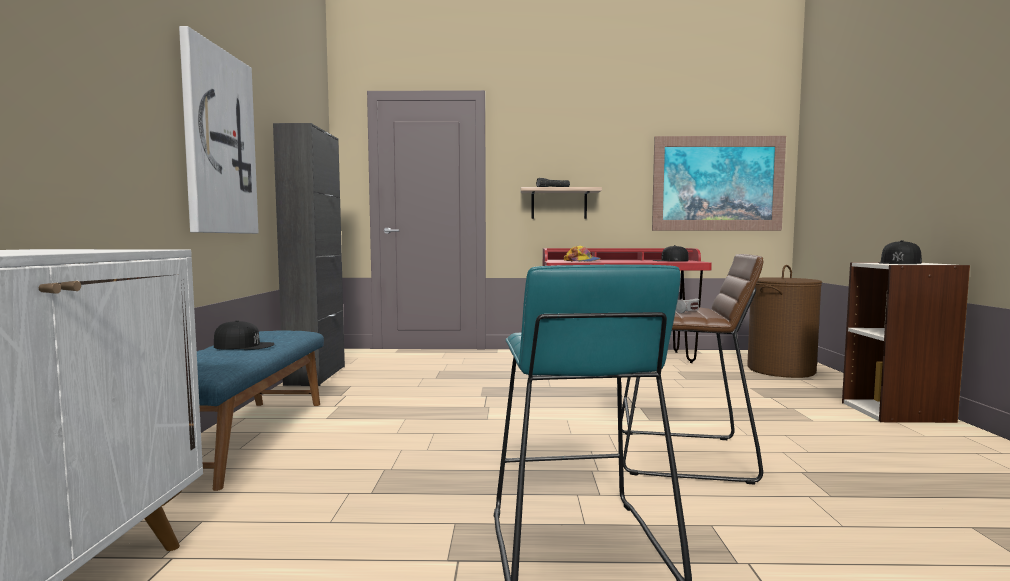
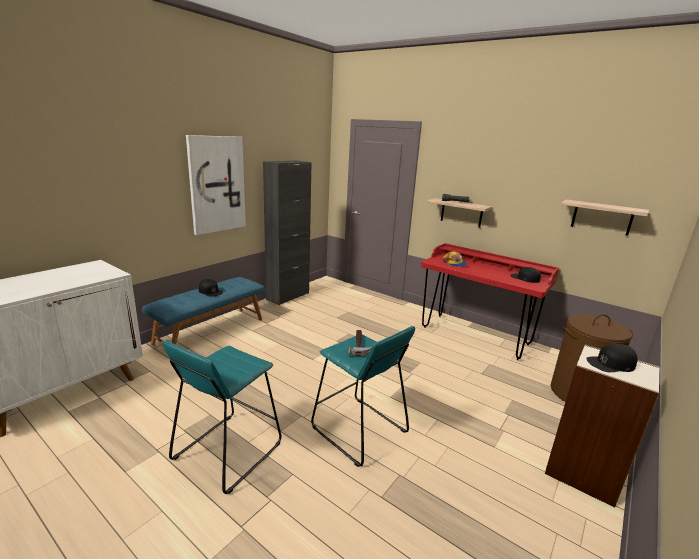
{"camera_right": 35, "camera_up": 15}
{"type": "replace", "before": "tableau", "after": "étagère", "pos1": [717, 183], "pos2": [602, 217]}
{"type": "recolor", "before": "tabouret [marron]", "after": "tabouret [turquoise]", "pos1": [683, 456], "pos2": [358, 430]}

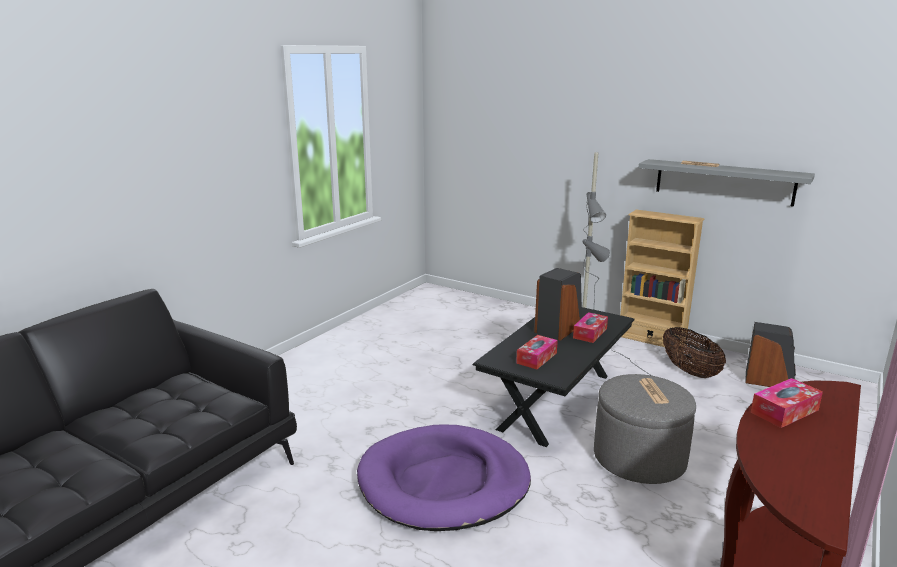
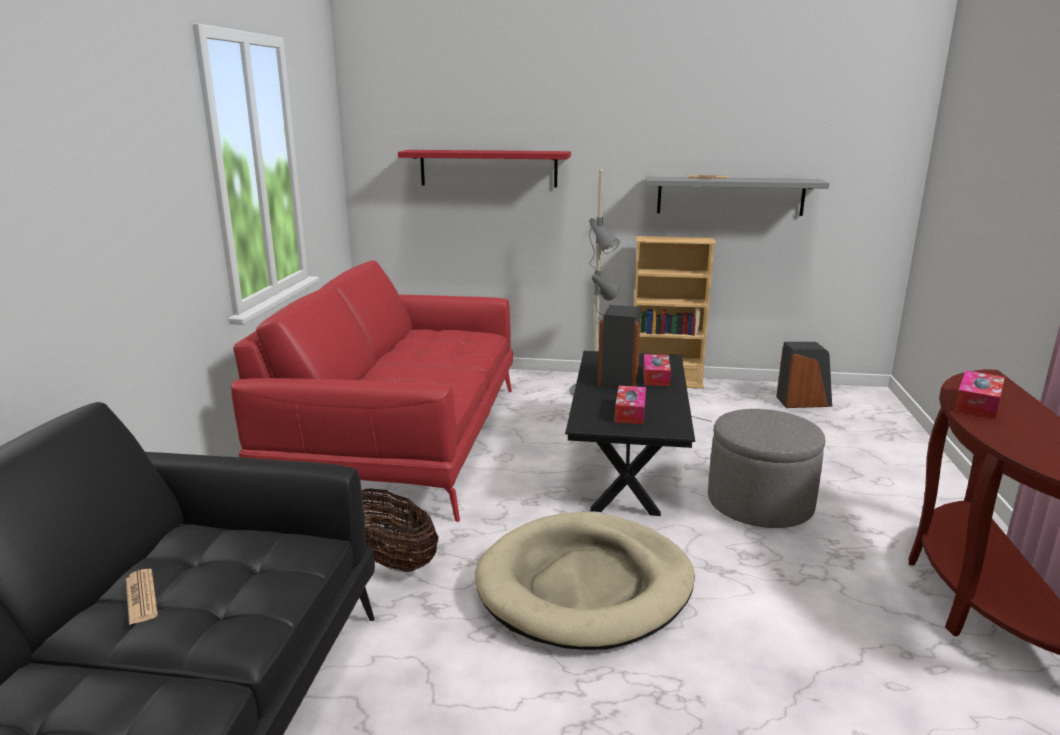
{"camera_right": -25, "camera_up": 0}
{"type": "move", "before": "panier", "pos1": [689, 371], "pos2": [392, 560]}
{"type": "move", "before": "journal", "pos1": [653, 391], "pos2": [141, 597]}
{"type": "recolor", "before": "panier pour chien [violet]", "after": "panier pour chien [beige]", "pos1": [444, 482], "pos2": [585, 585]}
{"type": "insert", "after": "étagère [rouge]", "pos2": [488, 168]}
{"type": "insert", "after": "canapé [rouge]", "pos2": [401, 438]}

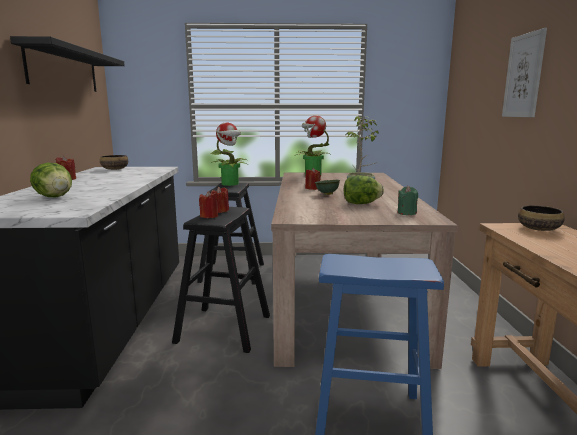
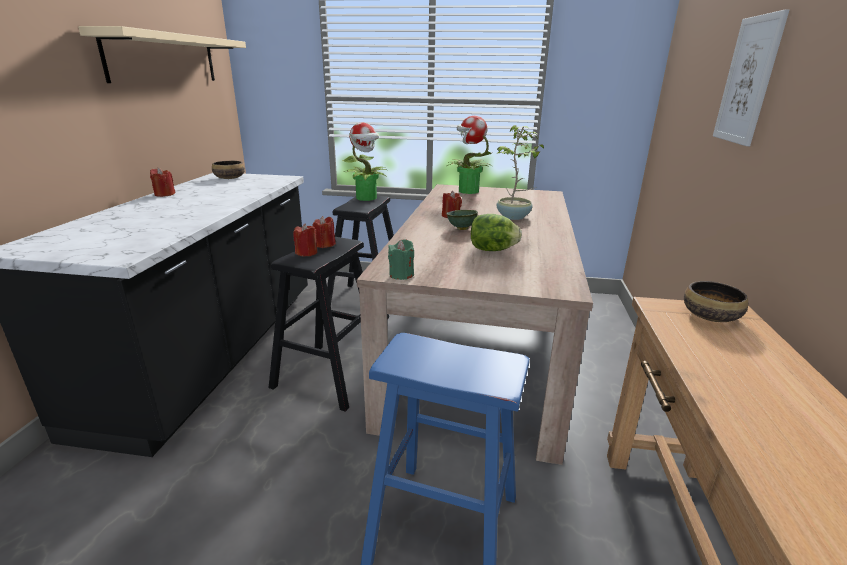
{"camera_right": 10, "camera_up": 10}
{"type": "recolor", "before": "étagère [noir]", "after": "étagère [beige]", "pos1": [64, 69], "pos2": [164, 58]}
{"type": "delete", "before": "laitue", "pos1": [55, 197]}
{"type": "move", "before": "bougie [vert]", "pos1": [406, 213], "pos2": [401, 275]}

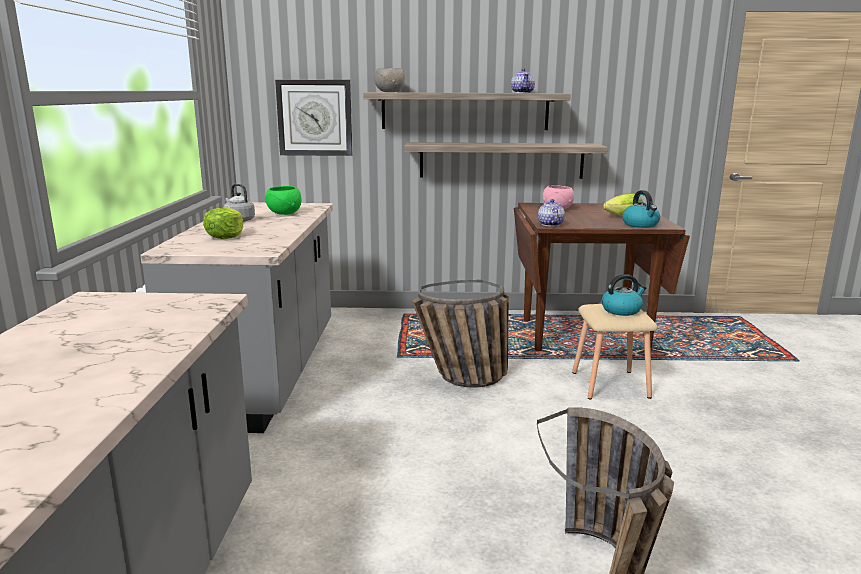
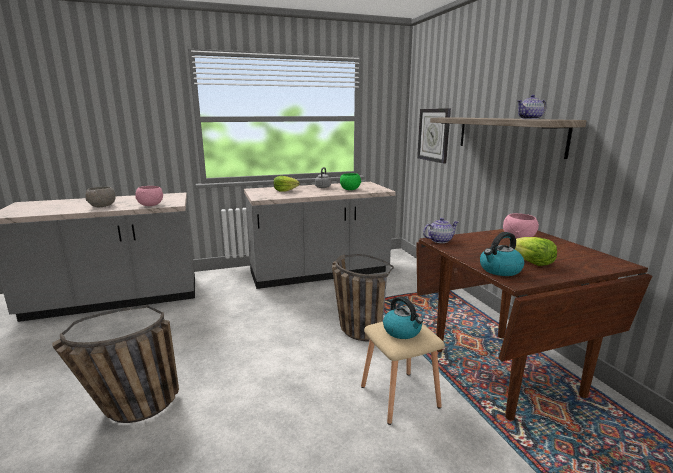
{"camera_right": 70, "camera_up": 0}
{"type": "move", "before": "bol [gris]", "pos1": [389, 92], "pos2": [103, 206]}
{"type": "delete", "before": "étagère", "pos1": [501, 160]}
{"type": "insert", "after": "bol [rose]", "pos2": [150, 205]}

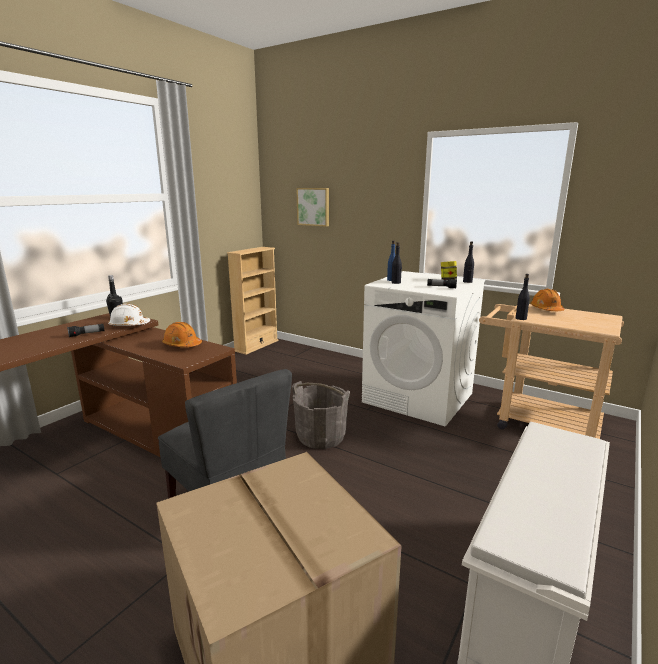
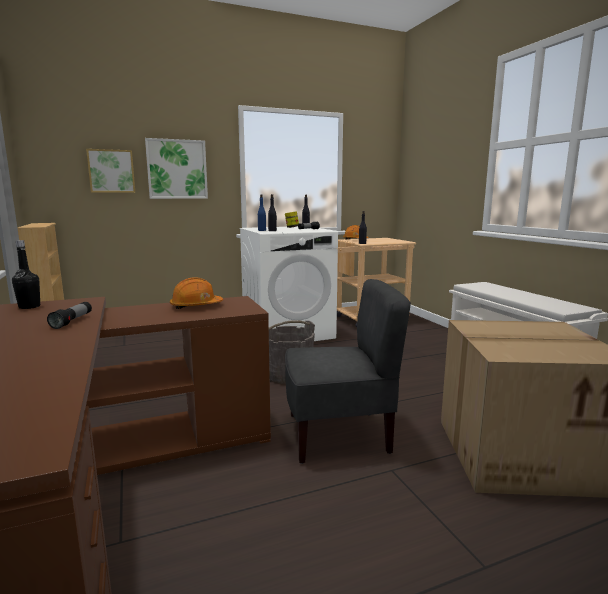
{"camera_right": -55, "camera_up": -5}
{"type": "delete", "before": "casque de chantier [blanc]", "pos1": [129, 325]}
{"type": "insert", "after": "tableau", "pos2": [177, 169]}

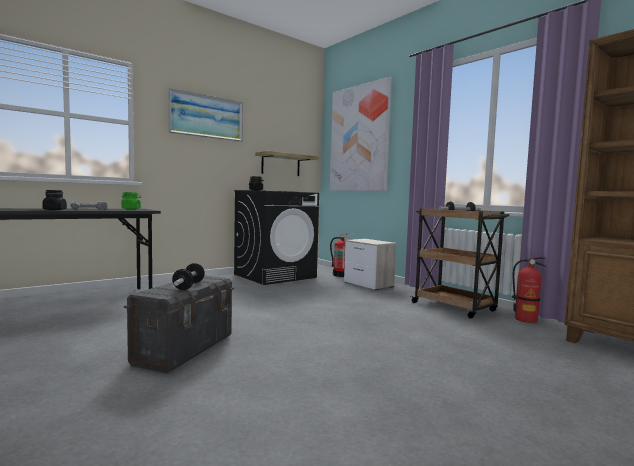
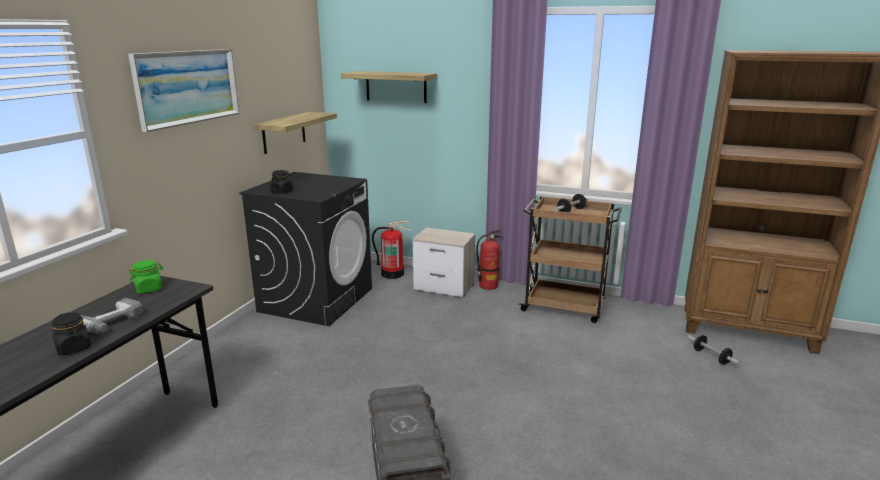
{"camera_right": -30, "camera_up": 15}
{"type": "replace", "before": "tableau", "after": "étagère", "pos1": [359, 138], "pos2": [396, 87]}
{"type": "move", "before": "extincteur", "pos1": [526, 319], "pos2": [488, 286]}
{"type": "move", "before": "haltère", "pos1": [189, 286], "pos2": [711, 357]}

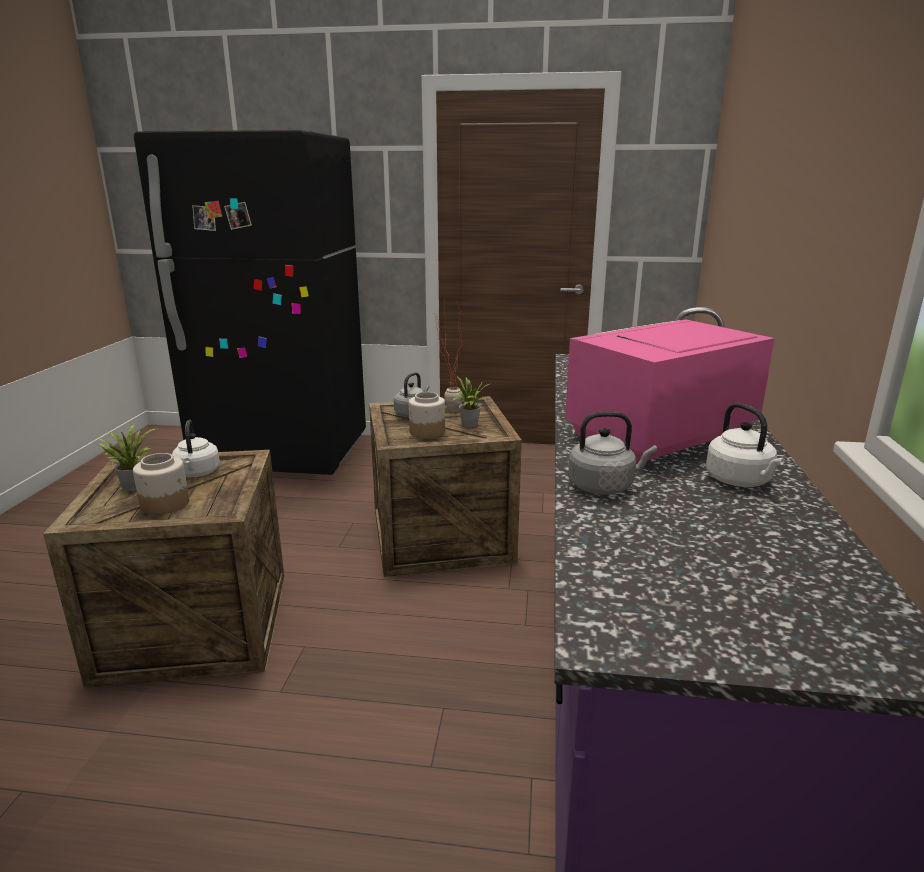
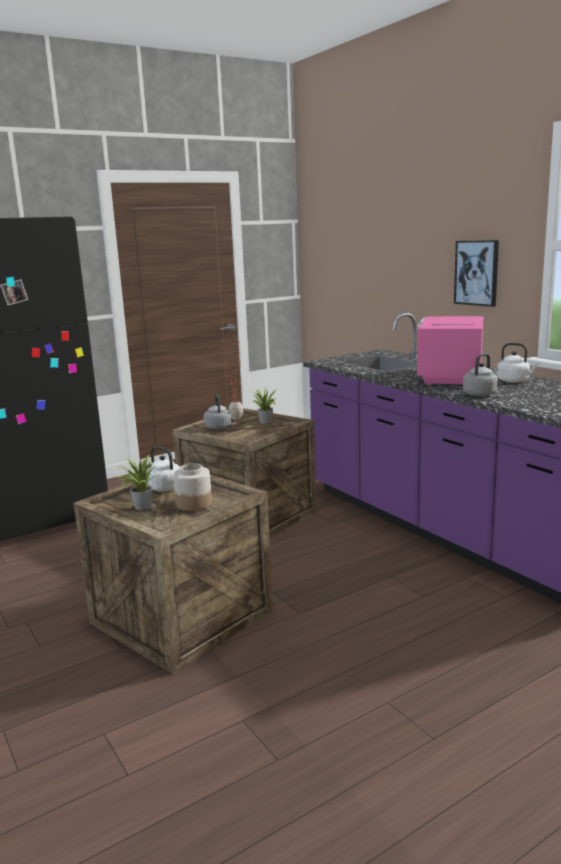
{"camera_right": -40, "camera_up": -5}
{"type": "delete", "before": "bocal", "pos1": [427, 432]}
{"type": "insert", "after": "tableau", "pos2": [477, 272]}

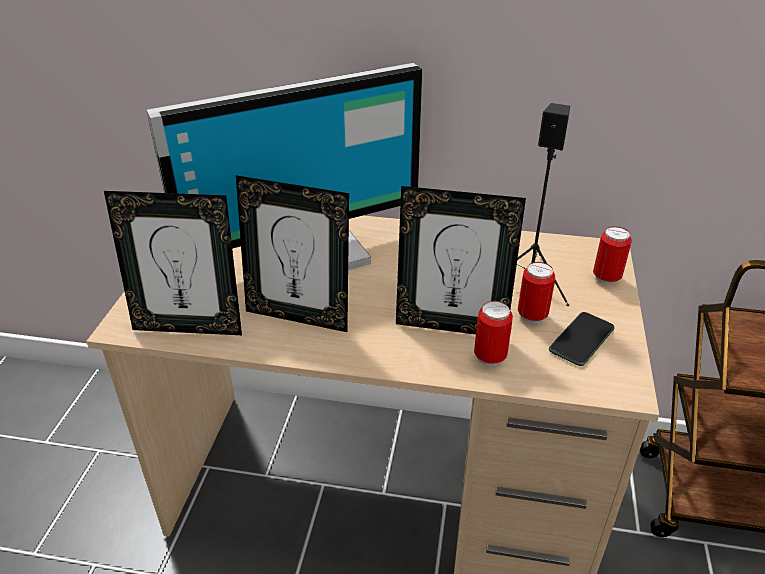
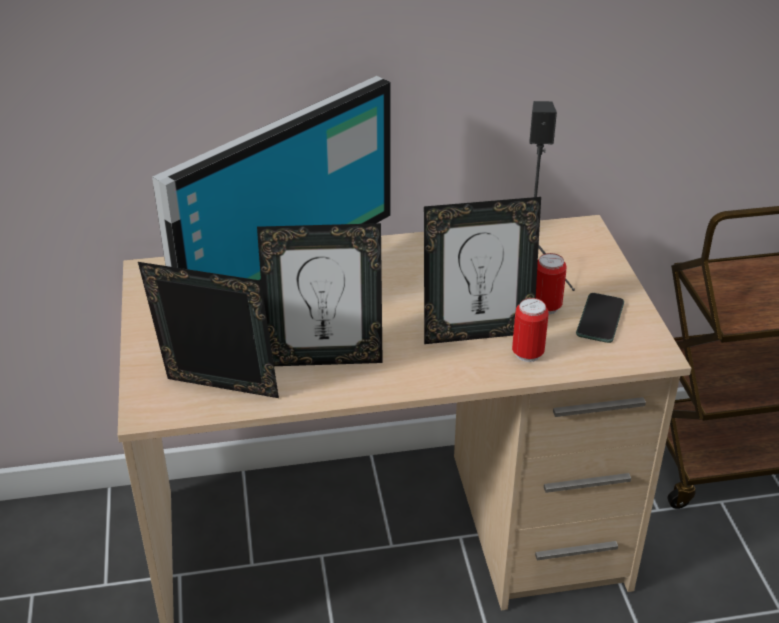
{"camera_right": -20, "camera_up": 0}
{"type": "rotate", "before": "cadre photo", "pos1": [189, 326], "pos2": [219, 394], "turn": -150}
{"type": "delete", "before": "boîte métallique", "pos1": [606, 278]}

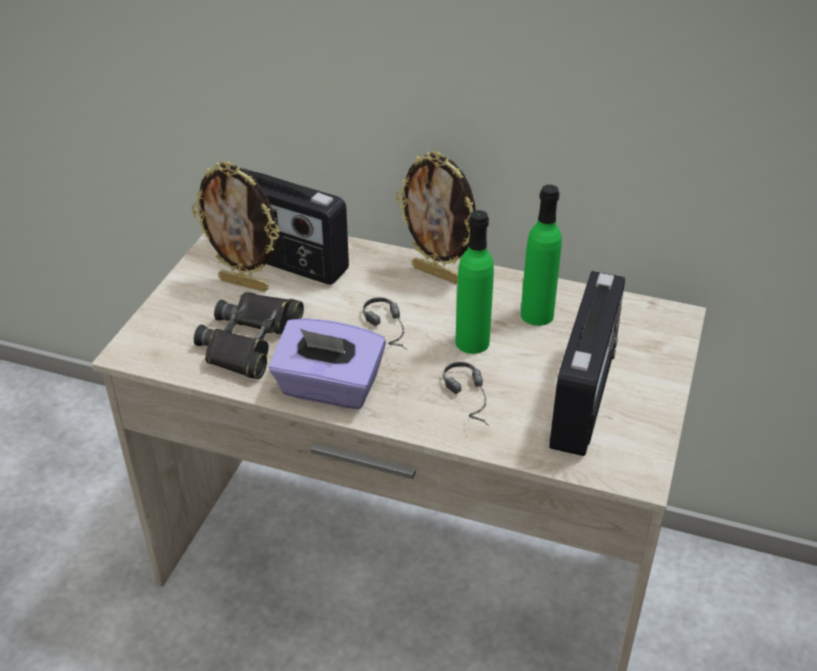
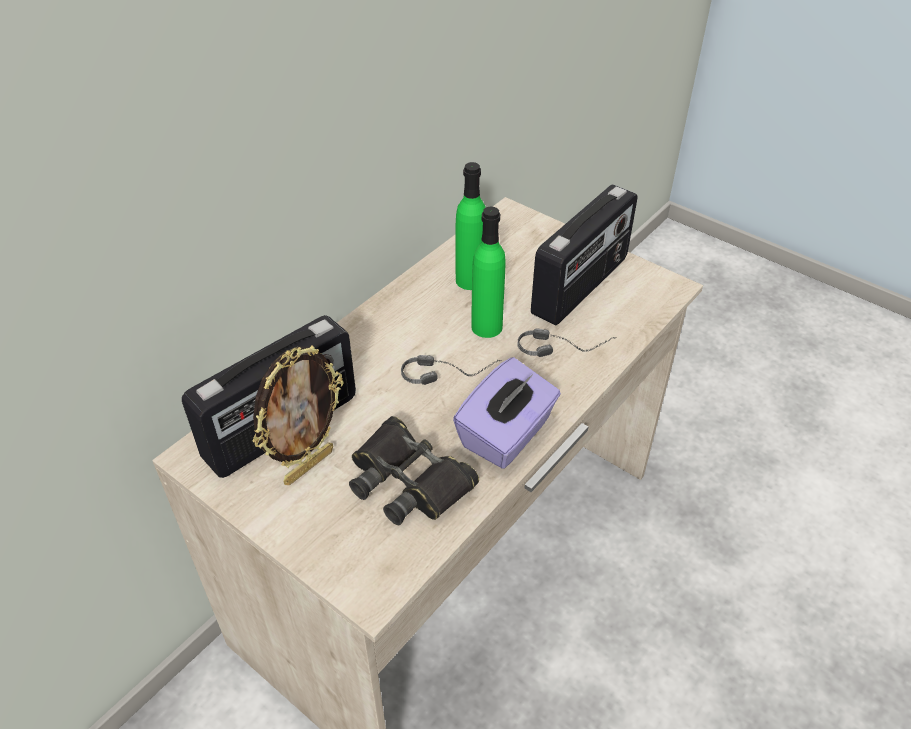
{"camera_right": -70, "camera_up": 5}
{"type": "delete", "before": "cadre photo", "pos1": [437, 273]}
{"type": "rotate", "before": "radio", "pos1": [584, 398], "pos2": [581, 286], "turn": 90}

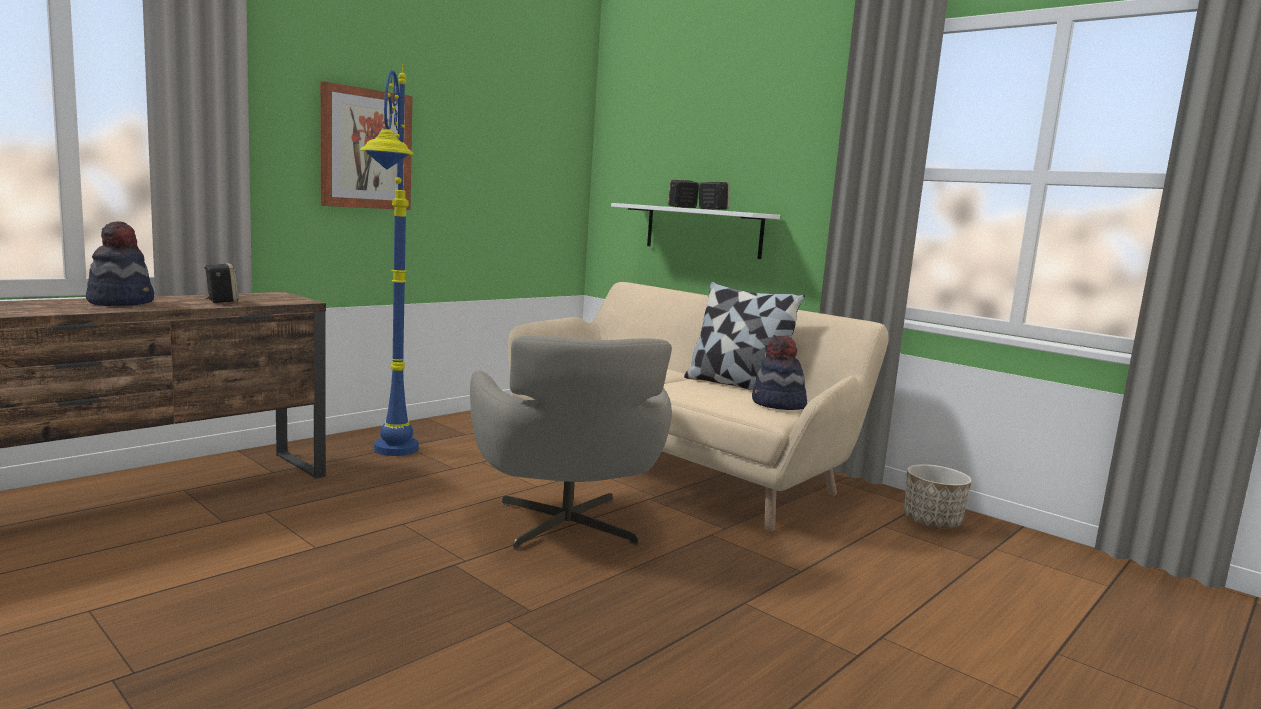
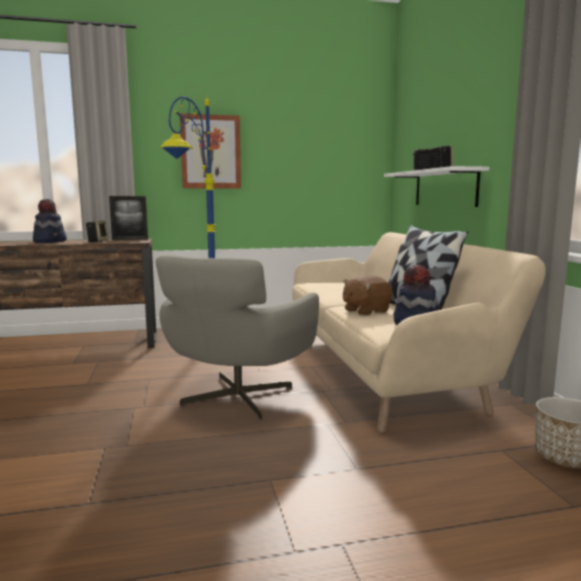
{"camera_right": 35, "camera_up": 0}
{"type": "insert", "after": "cadre photo", "pos2": [130, 239]}
{"type": "insert", "after": "peluche [marron]", "pos2": [365, 311]}

